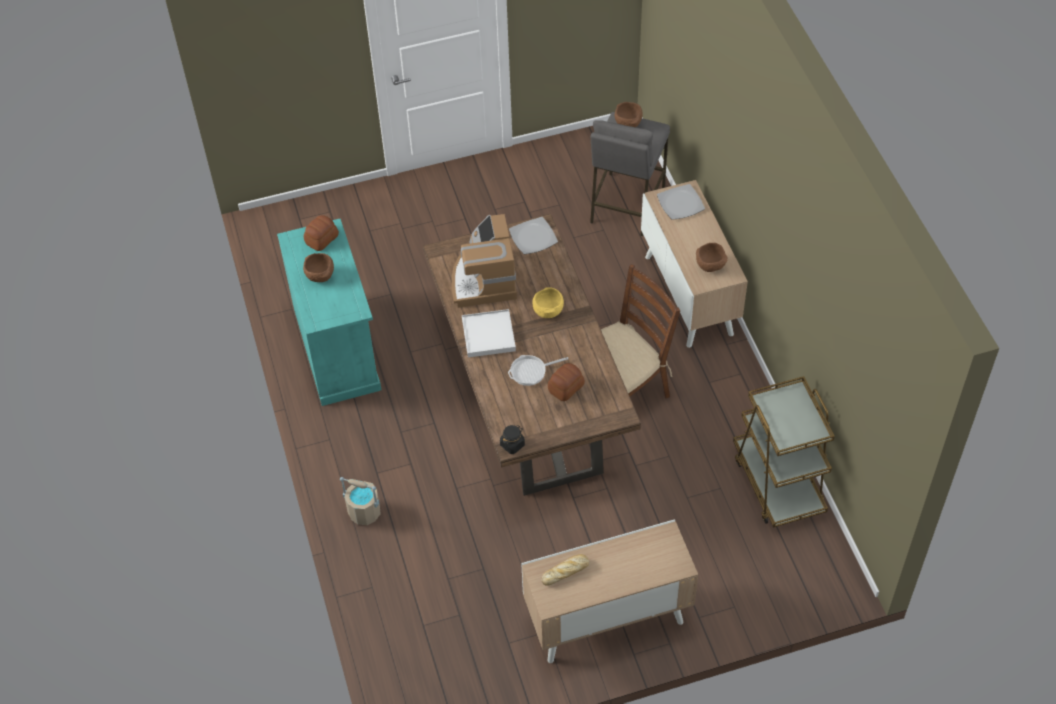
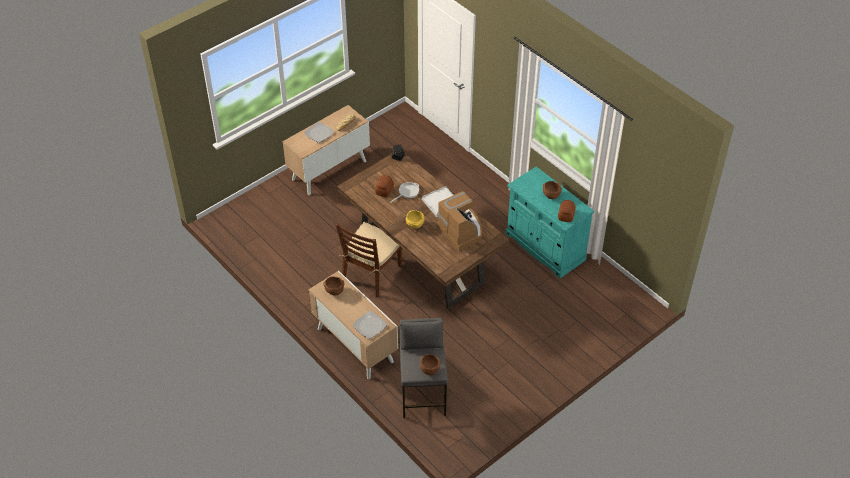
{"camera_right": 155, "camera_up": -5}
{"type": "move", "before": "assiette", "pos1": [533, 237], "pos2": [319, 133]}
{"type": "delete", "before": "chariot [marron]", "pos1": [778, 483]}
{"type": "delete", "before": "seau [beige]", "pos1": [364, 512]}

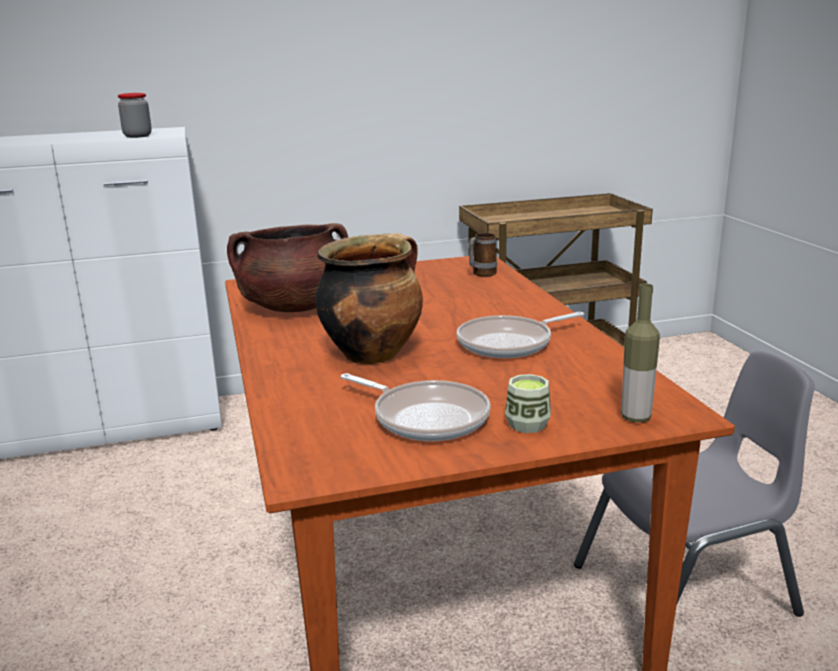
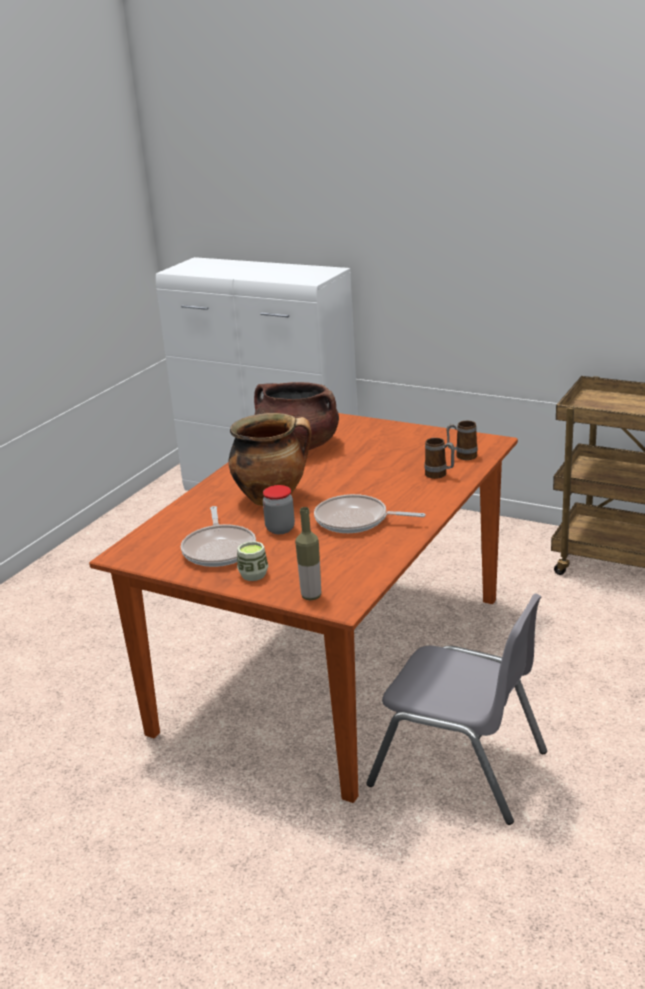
{"camera_right": 45, "camera_up": 5}
{"type": "move", "before": "bocal", "pos1": [137, 136], "pos2": [280, 529]}
{"type": "insert", "after": "mug", "pos2": [439, 475]}

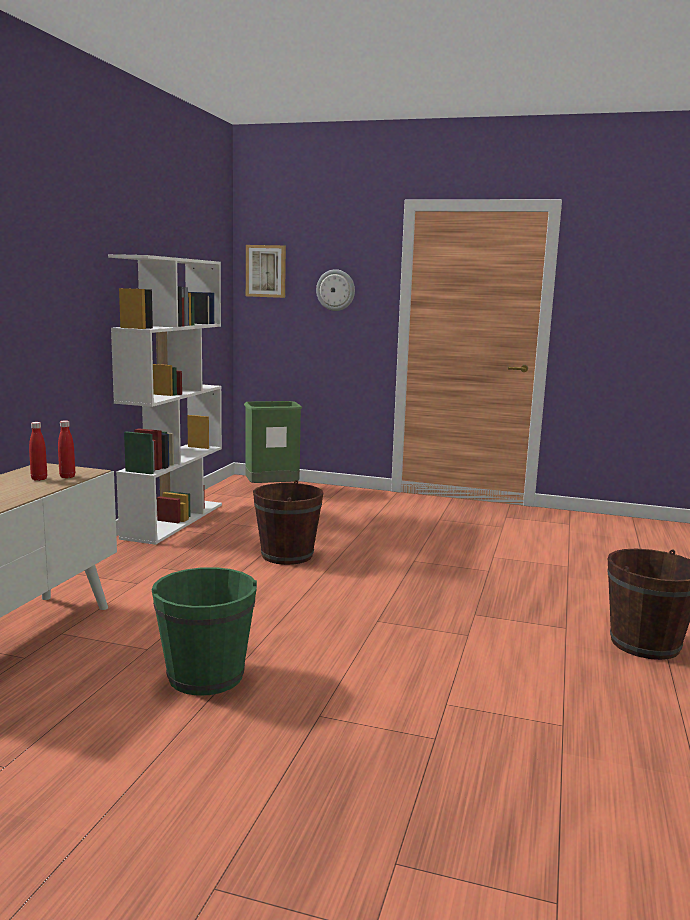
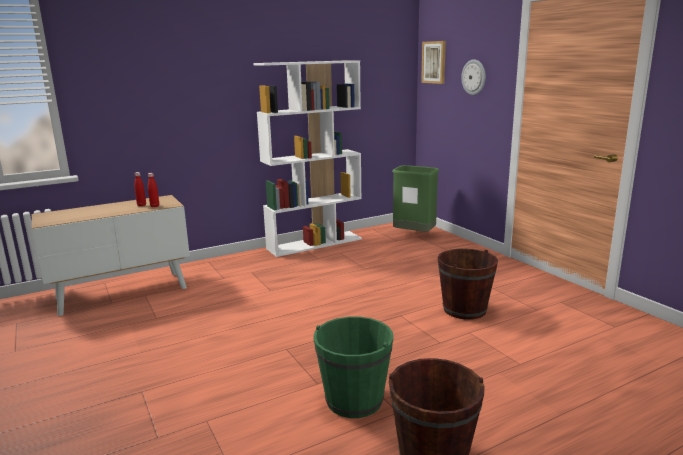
{"camera_right": 45, "camera_up": 5}
{"type": "move", "before": "seau [marron]", "pos1": [287, 555], "pos2": [464, 309]}
{"type": "move", "before": "seau [vert]", "pos1": [205, 676], "pos2": [354, 400]}

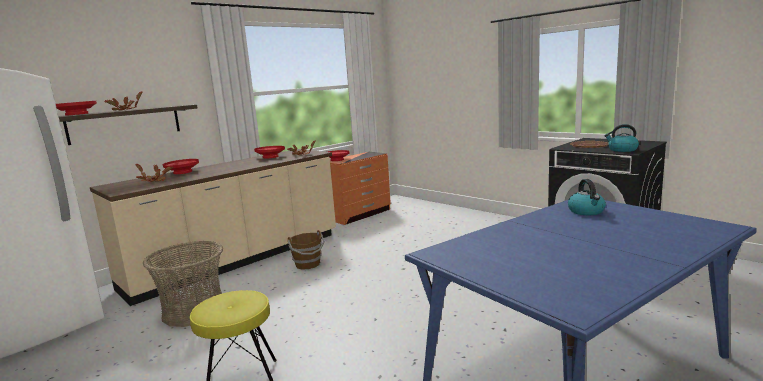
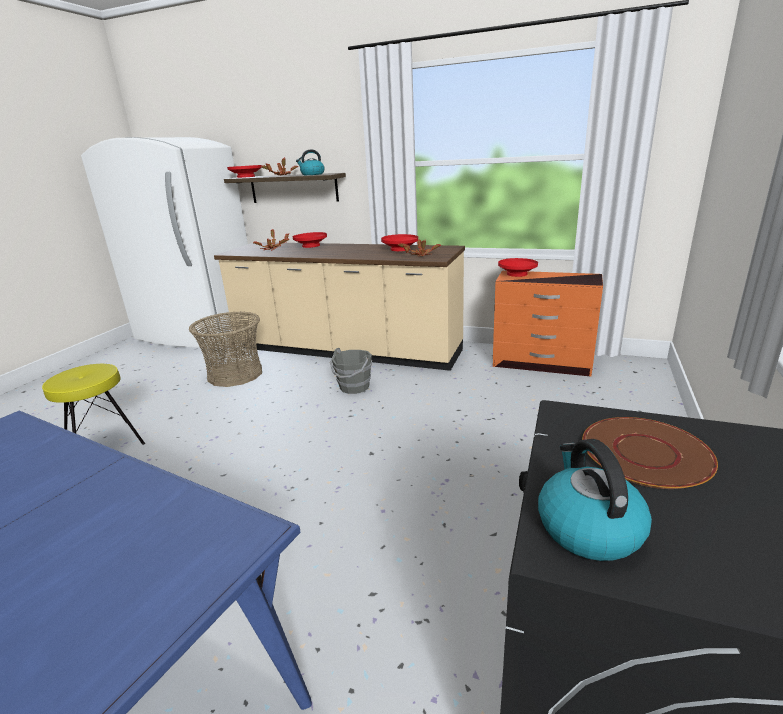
{"camera_right": 65, "camera_up": 10}
{"type": "move", "before": "bouilloire", "pos1": [586, 211], "pos2": [312, 174]}
{"type": "recolor", "before": "seau [marron]", "after": "seau [gris]", "pos1": [308, 264], "pos2": [354, 387]}

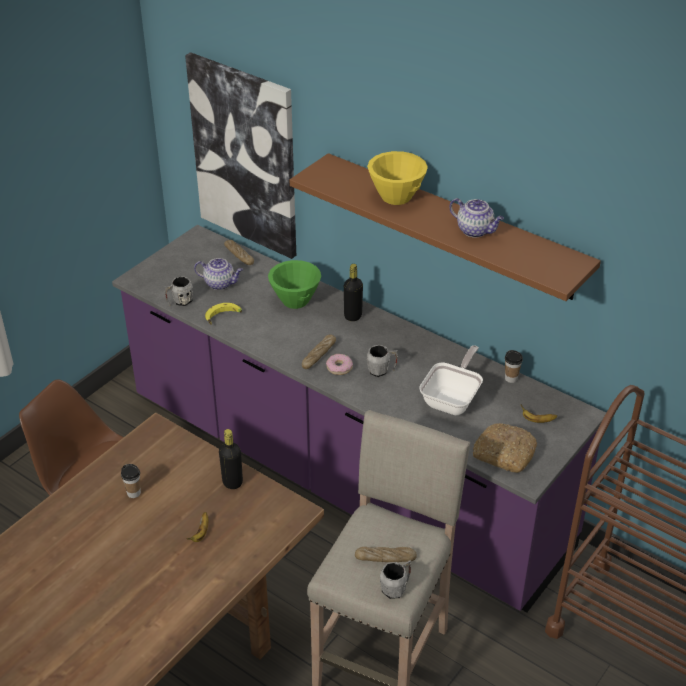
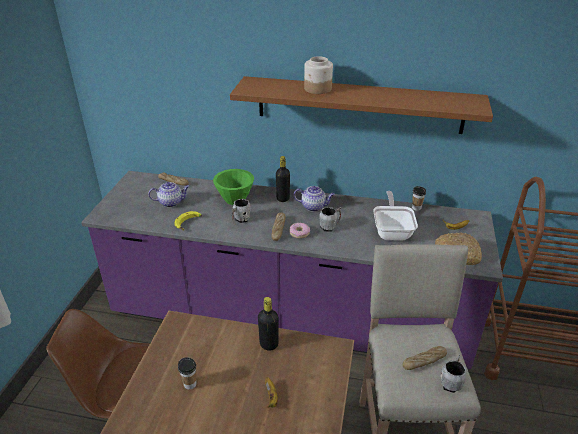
{"camera_right": -25, "camera_up": -5}
{"type": "delete", "before": "tableau", "pos1": [245, 156]}
{"type": "replace", "before": "bol [jaune]", "after": "bocal", "pos1": [396, 197], "pos2": [317, 89]}
{"type": "move", "before": "théière", "pos1": [475, 230], "pos2": [314, 207]}
{"type": "move", "before": "mug [gris]", "pos1": [180, 301], "pos2": [240, 220]}

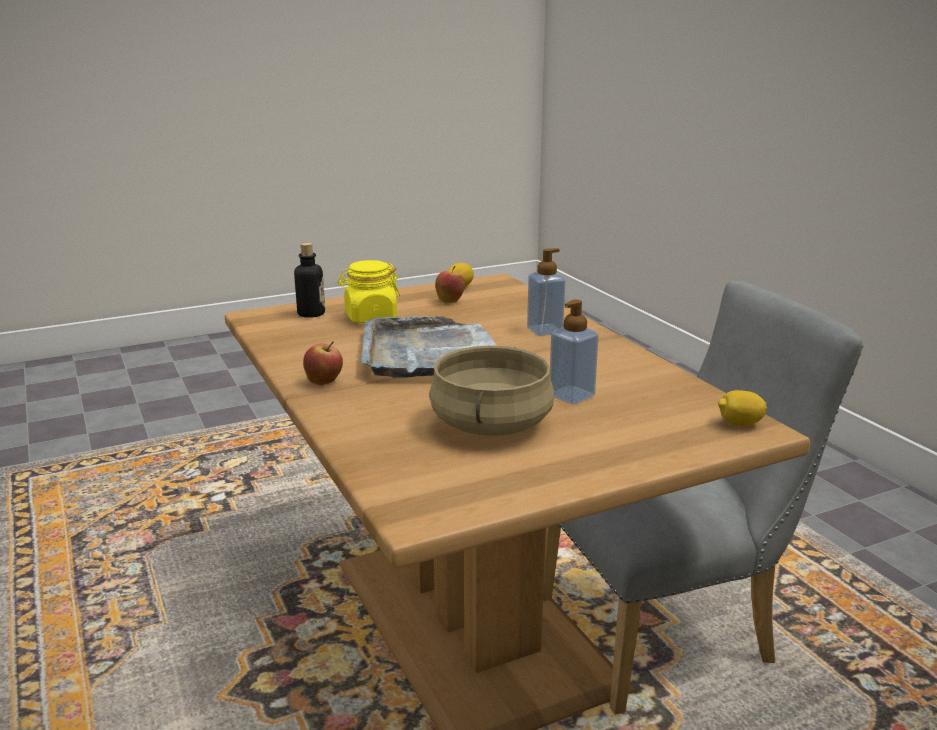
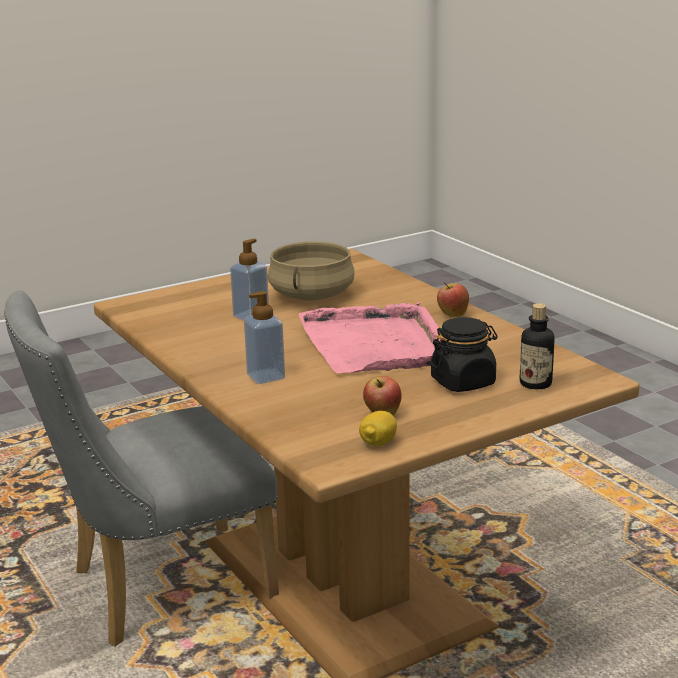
{"camera_right": 175, "camera_up": 0}
{"type": "recolor", "before": "bocal [jaune]", "after": "bocal [noir]", "pos1": [370, 318], "pos2": [463, 382]}
{"type": "recolor", "before": "plateau [gris]", "after": "plateau [rose]", "pos1": [431, 354], "pos2": [376, 344]}
{"type": "delete", "before": "citron", "pos1": [739, 424]}

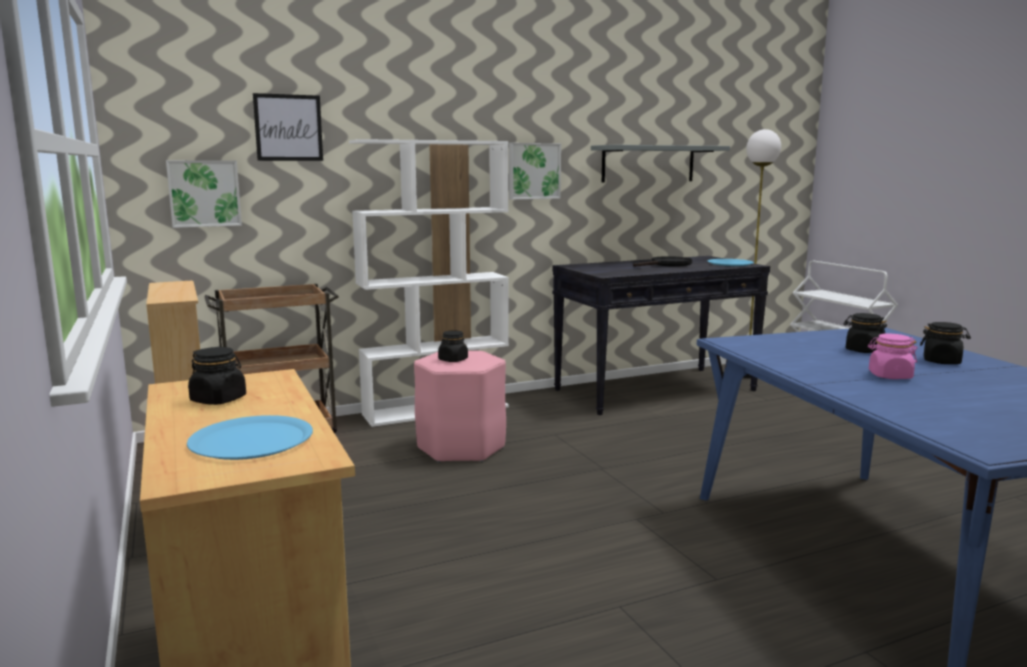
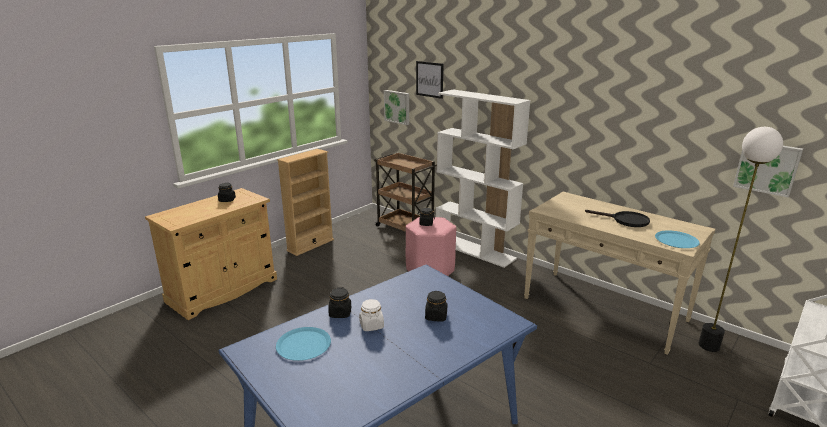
{"camera_right": 65, "camera_up": 10}
{"type": "move", "before": "tableau", "pos1": [533, 171], "pos2": [767, 167]}
{"type": "delete", "before": "étagère [gris]", "pos1": [648, 164]}
{"type": "recolor", "before": "table console [noir]", "after": "table console [beige]", "pos1": [655, 390], "pos2": [604, 309]}
{"type": "move", "before": "bocal [noir]", "pos1": [942, 361], "pos2": [340, 313]}
{"type": "recolor", "before": "bocal [rose]", "after": "bocal [blanc]", "pos1": [889, 376], "pos2": [371, 325]}
{"type": "move", "before": "assiette [bleu]", "pos1": [251, 440], "pos2": [303, 345]}

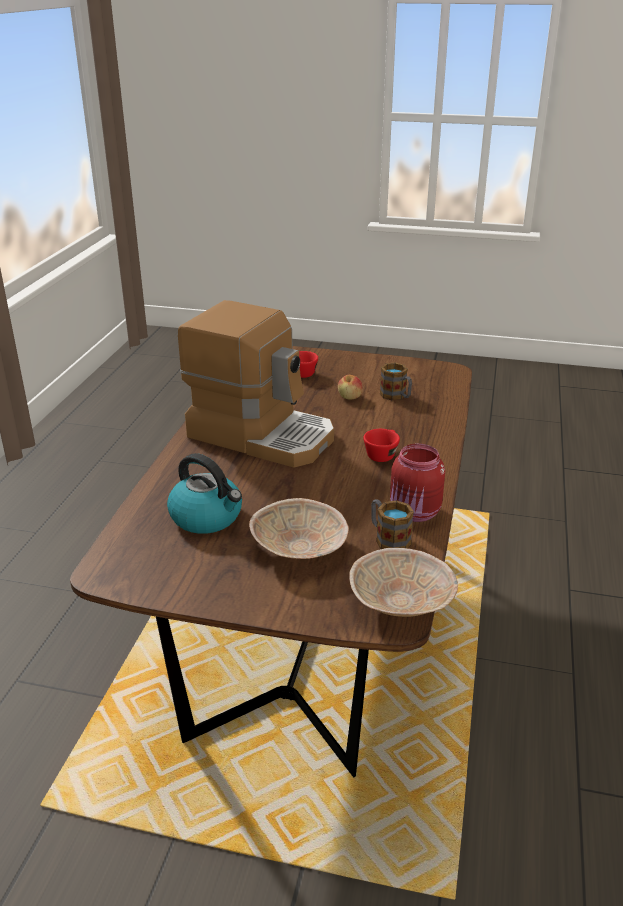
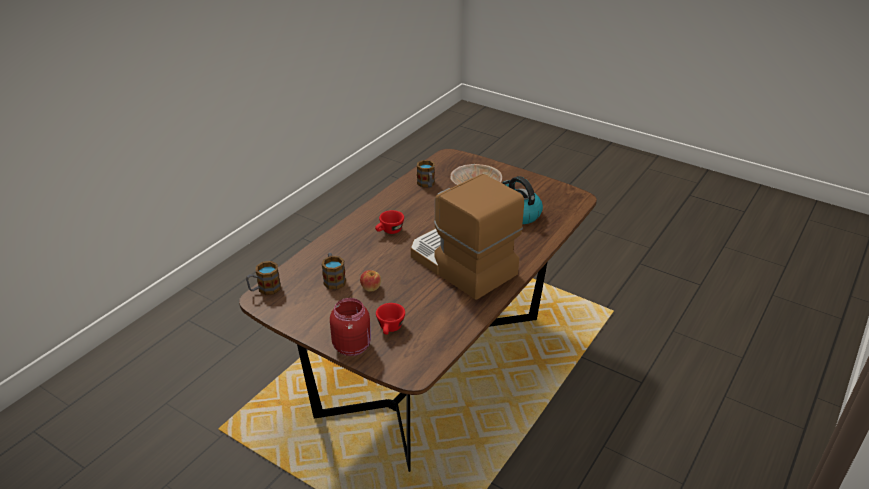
{"camera_right": -160, "camera_up": 5}
{"type": "move", "before": "bocal [rouge]", "pos1": [415, 513], "pos2": [352, 346]}
{"type": "delete", "before": "bol [beige]", "pos1": [402, 602]}
{"type": "insert", "after": "mug", "pos2": [265, 289]}

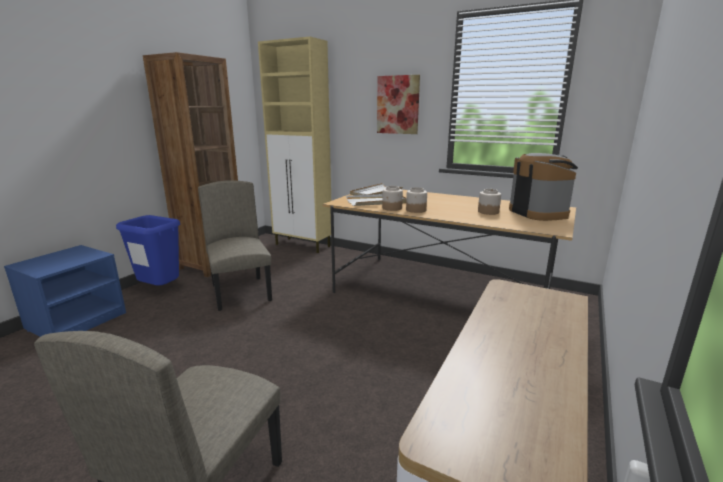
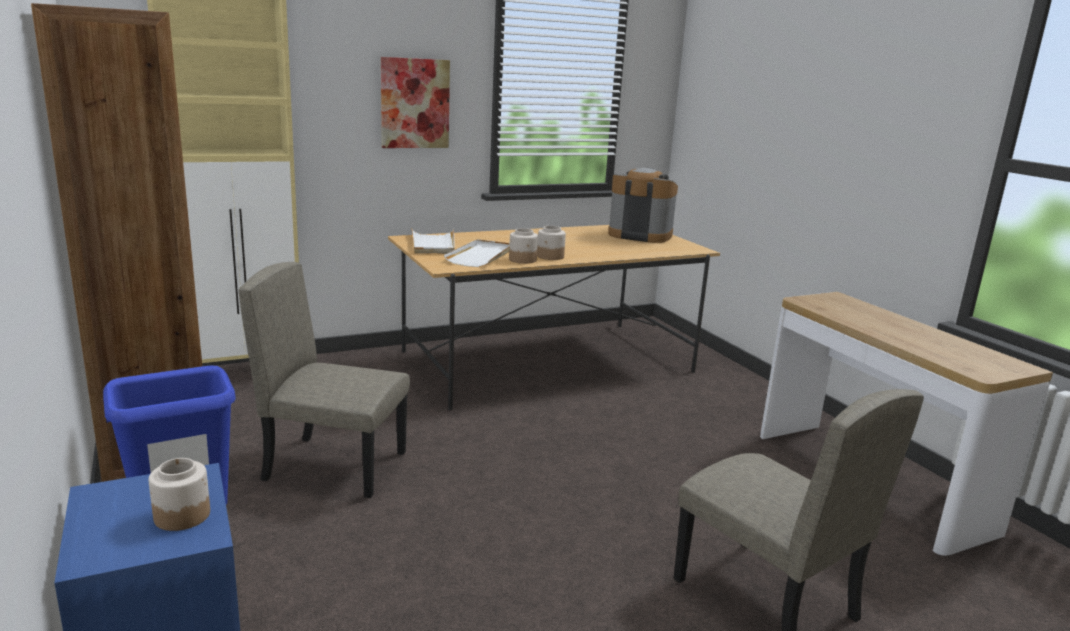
{"camera_right": -55, "camera_up": 0}
{"type": "move", "before": "bocal", "pos1": [488, 212], "pos2": [182, 515]}

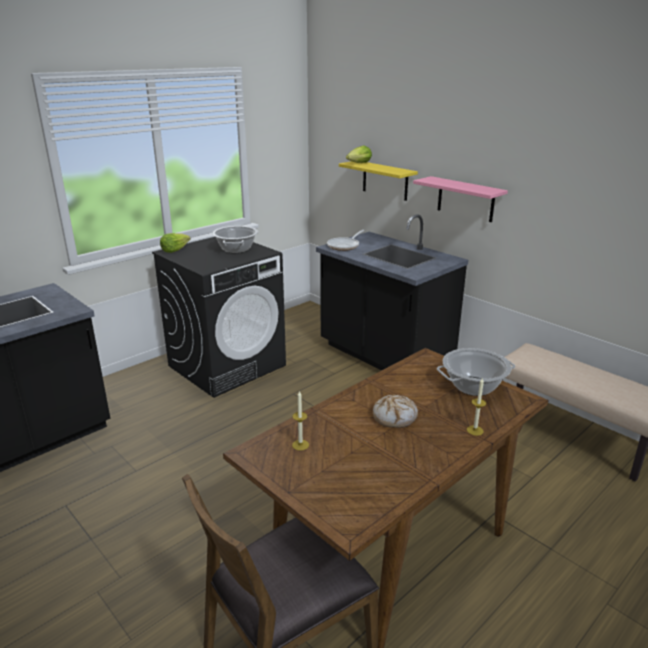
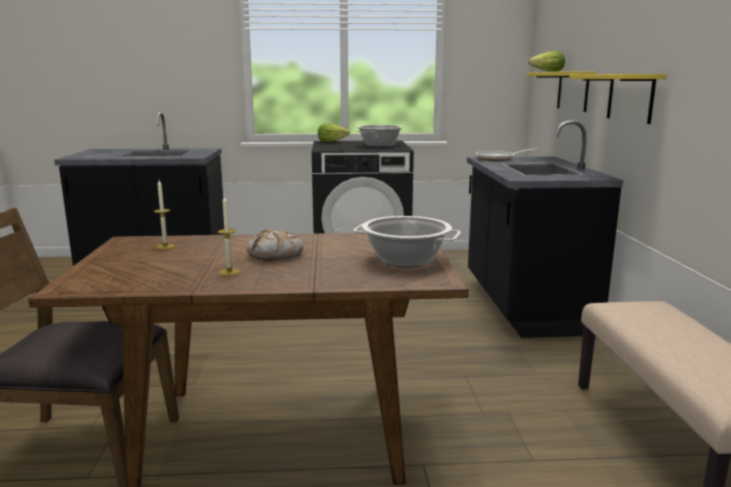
{"camera_right": 40, "camera_up": -10}
{"type": "recolor", "before": "étagère [rose]", "after": "étagère [jaune]", "pos1": [465, 199], "pos2": [630, 97]}
{"type": "move", "before": "bougie", "pos1": [475, 430], "pos2": [229, 272]}

